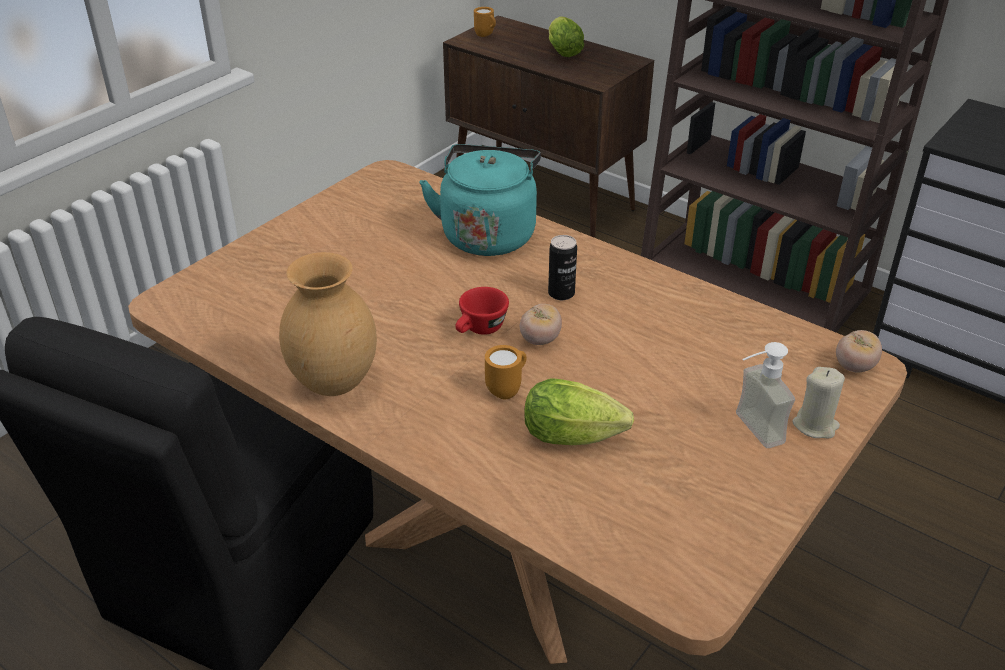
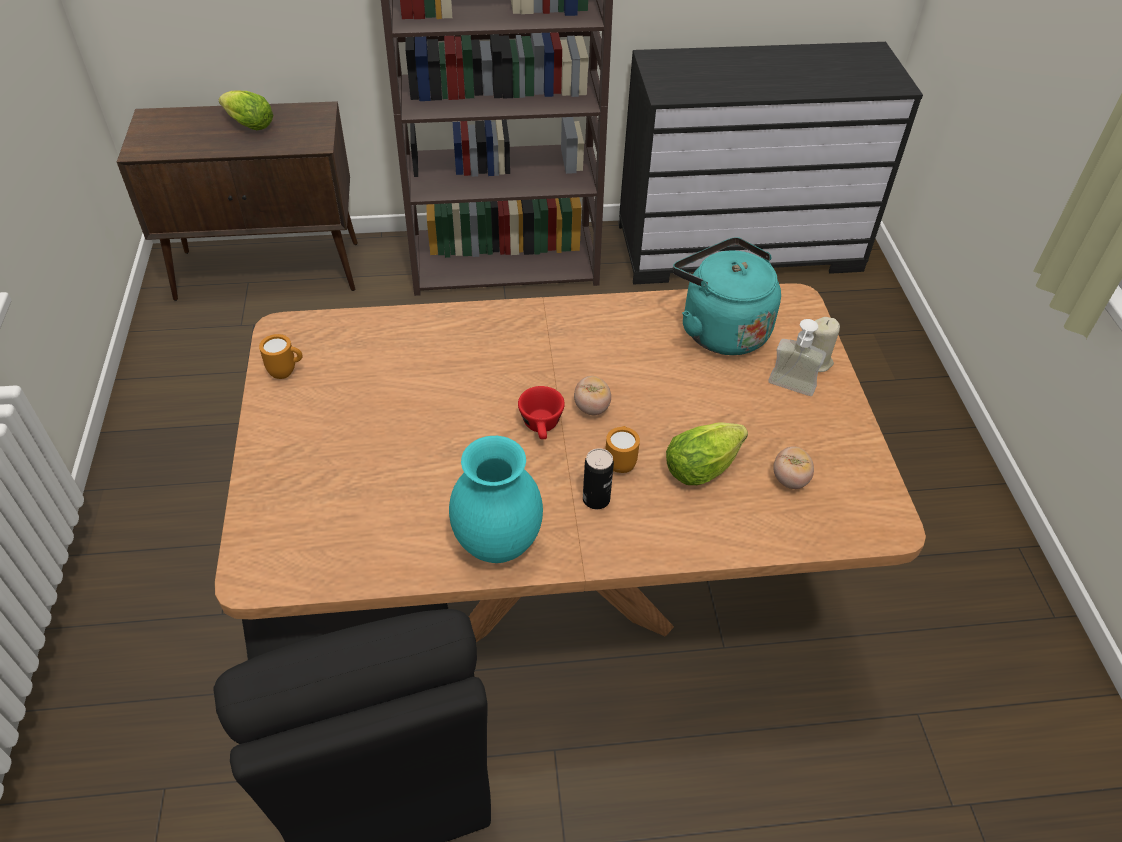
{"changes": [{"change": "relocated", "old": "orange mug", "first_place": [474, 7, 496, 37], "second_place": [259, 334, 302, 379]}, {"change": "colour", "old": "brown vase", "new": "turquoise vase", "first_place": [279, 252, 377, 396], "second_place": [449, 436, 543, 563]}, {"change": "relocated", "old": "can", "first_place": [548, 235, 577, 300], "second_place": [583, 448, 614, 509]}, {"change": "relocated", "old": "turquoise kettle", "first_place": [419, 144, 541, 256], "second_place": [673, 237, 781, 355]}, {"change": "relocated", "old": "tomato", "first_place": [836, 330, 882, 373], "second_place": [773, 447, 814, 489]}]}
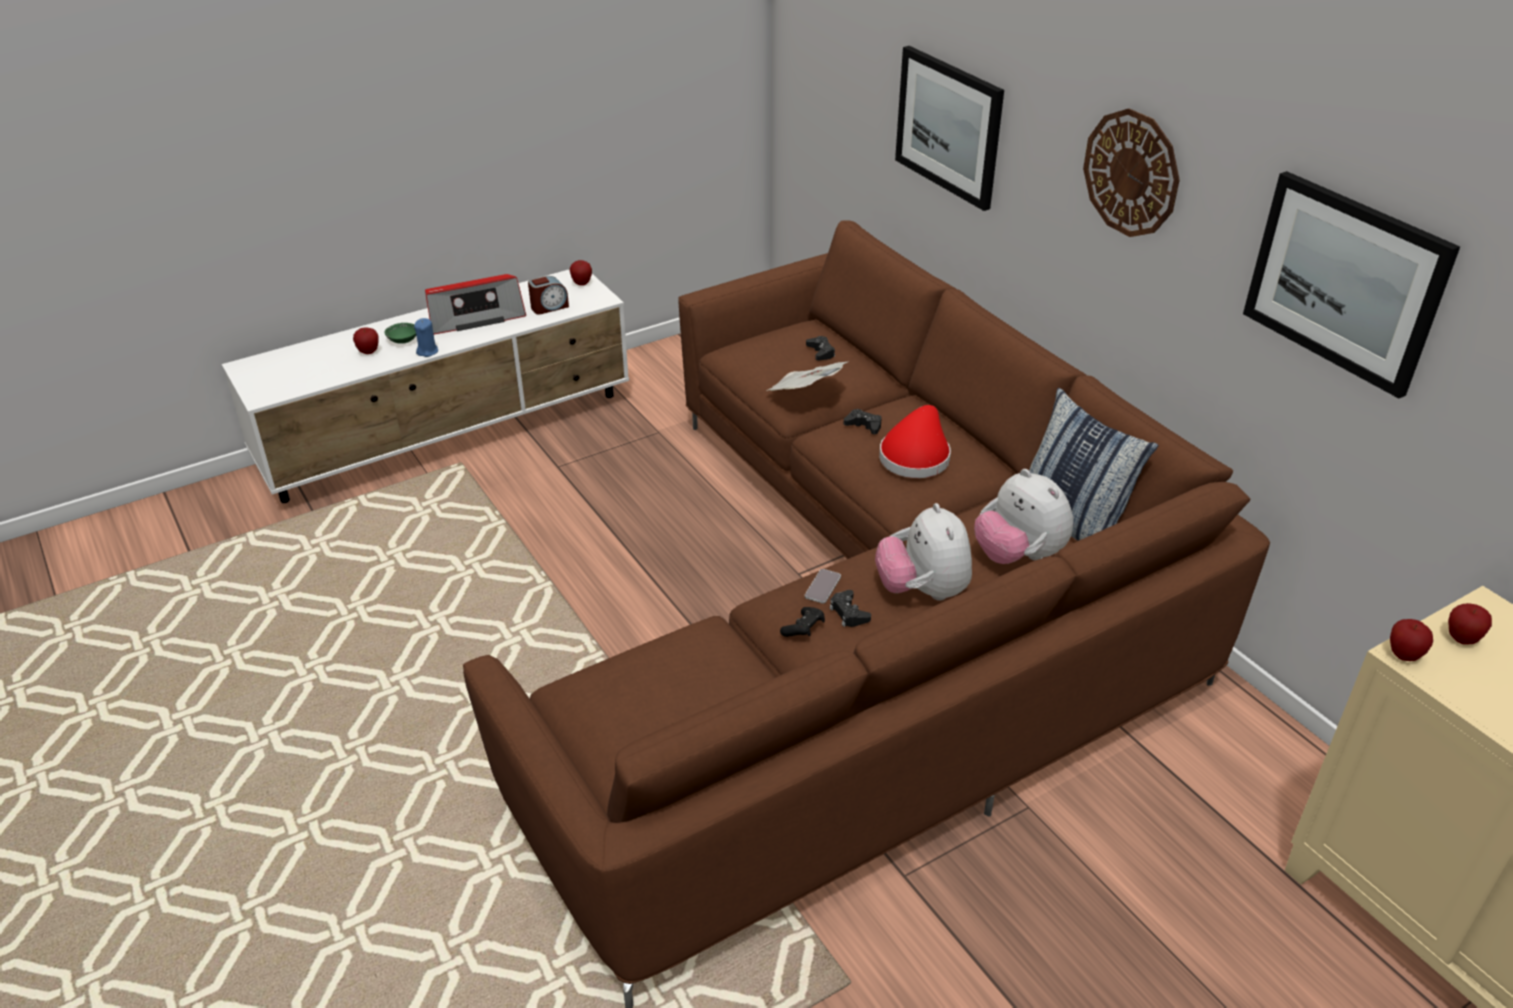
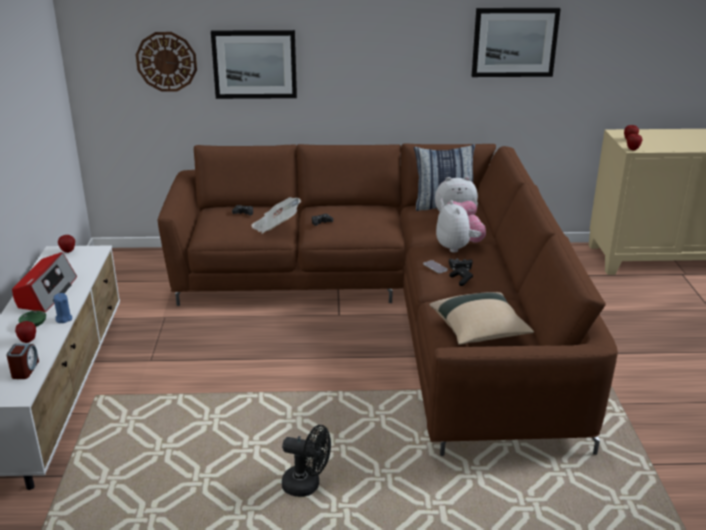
{"changes": [{"change": "relocated", "old": "alarm clock", "first_place": [528, 276, 569, 315], "second_place": [6, 344, 39, 379]}, {"change": "relocated", "old": "wall clock", "first_place": [1083, 108, 1180, 237], "second_place": [136, 32, 197, 92]}, {"change": "appeared", "new": "black fan", "second_place": [282, 425, 331, 497]}, {"change": "appeared", "new": "beige pillow", "second_place": [429, 292, 534, 345]}, {"change": "spun", "old": "plush toy", "first_place": [875, 503, 972, 601], "second_place": [436, 200, 486, 252], "degrees": -120}, {"change": "missing", "old": "red hat", "first_place": [879, 405, 951, 478]}]}
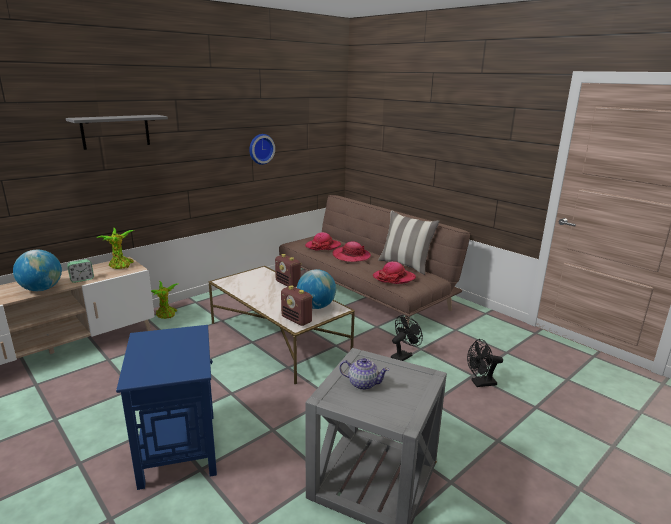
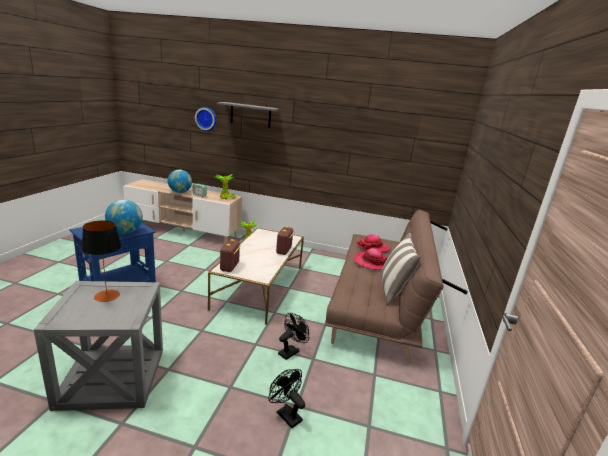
{"changes": [{"change": "exchanged", "old": "teapot", "new": "table lamp", "first_place": [339, 358, 389, 390], "second_place": [81, 221, 121, 302]}, {"change": "relocated", "old": "globe", "first_place": [297, 269, 336, 309], "second_place": [105, 200, 143, 234]}, {"change": "relocated", "old": "wall clock", "first_place": [249, 134, 275, 165], "second_place": [195, 107, 216, 131]}, {"change": "spun", "old": "black fan", "first_place": [391, 315, 423, 361], "second_place": [278, 313, 309, 360], "degrees": -60}, {"change": "missing", "old": "hat", "first_place": [373, 261, 416, 284]}]}
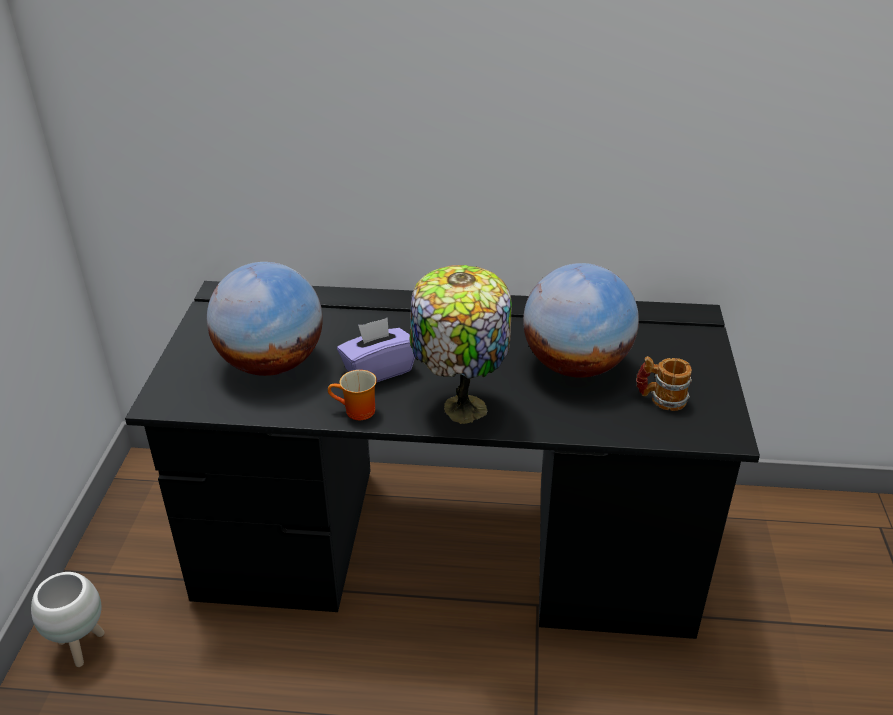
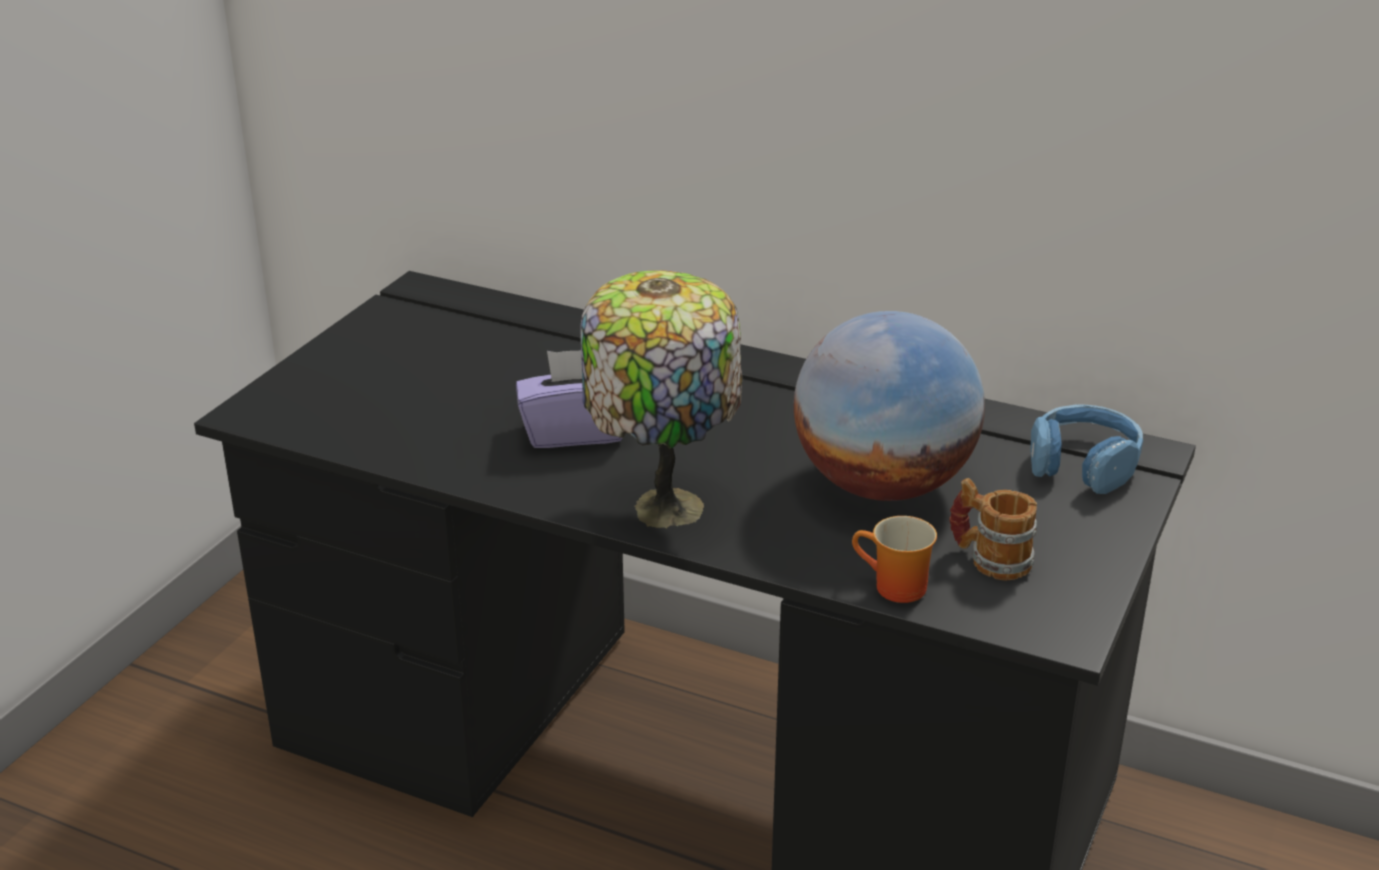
{"changes": [{"change": "relocated", "old": "mug", "first_place": [328, 370, 377, 420], "second_place": [852, 516, 937, 603]}, {"change": "appeared", "new": "blue headphones", "second_place": [1030, 405, 1143, 494]}, {"change": "missing", "old": "white planter", "first_place": [31, 572, 104, 667]}, {"change": "missing", "old": "globe", "first_place": [207, 262, 323, 376]}]}
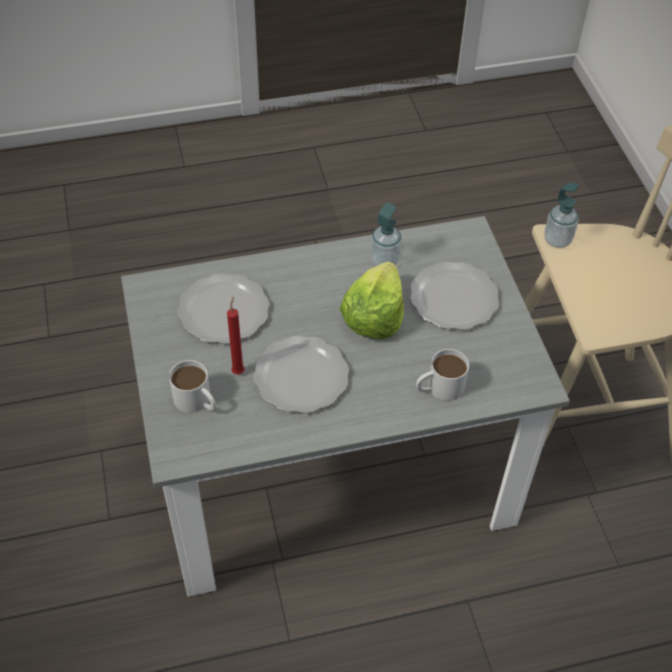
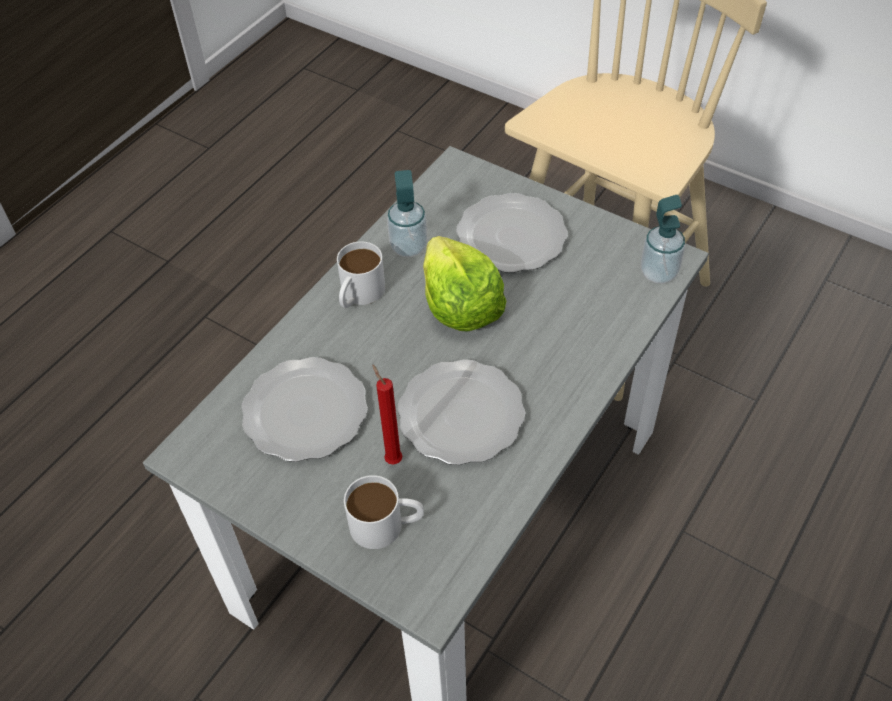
{"changes": [{"change": "relocated", "old": "white mug", "first_place": [416, 349, 469, 401], "second_place": [337, 241, 385, 308]}, {"change": "relocated", "old": "soap dispenser", "first_place": [544, 182, 579, 248], "second_place": [641, 195, 685, 284]}]}
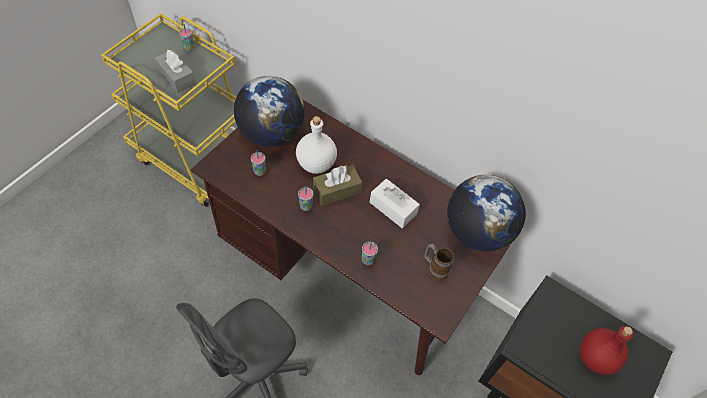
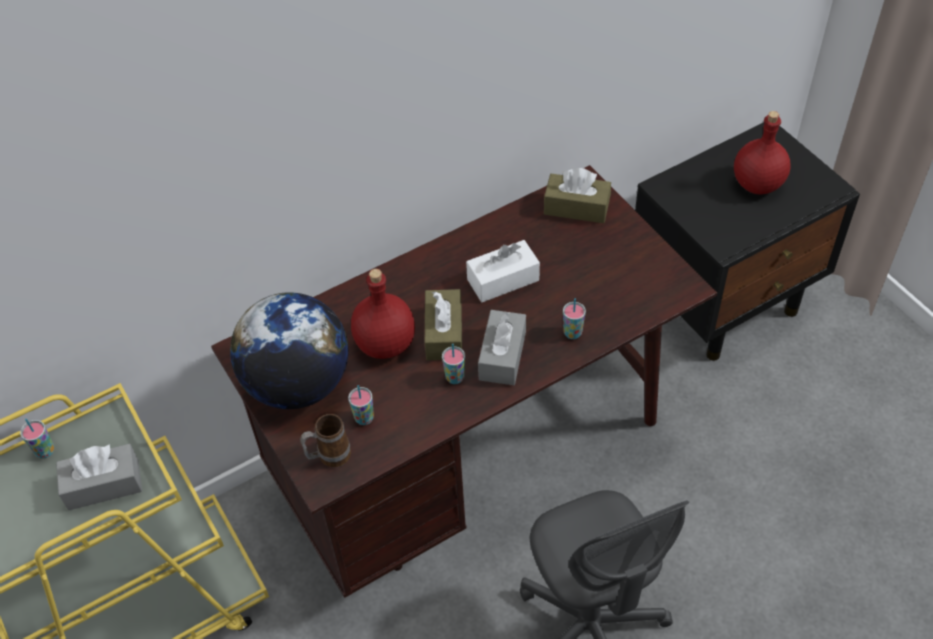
{"changes": [{"change": "relocated", "old": "mug", "first_place": [424, 244, 454, 280], "second_place": [300, 414, 351, 467]}, {"change": "colour", "old": "white bottle", "new": "red bottle", "first_place": [296, 116, 337, 174], "second_place": [351, 269, 415, 359]}, {"change": "appeared", "new": "grey tissue box", "second_place": [478, 310, 526, 385]}, {"change": "exchanged", "old": "globe", "new": "brown tissue box", "first_place": [447, 175, 526, 251], "second_place": [544, 168, 611, 223]}]}
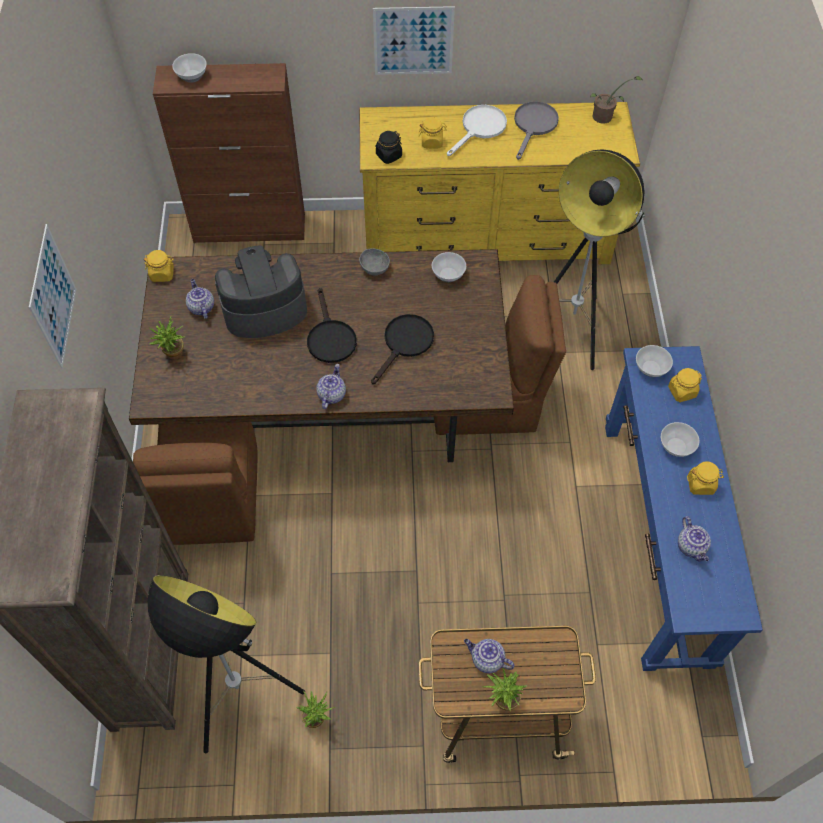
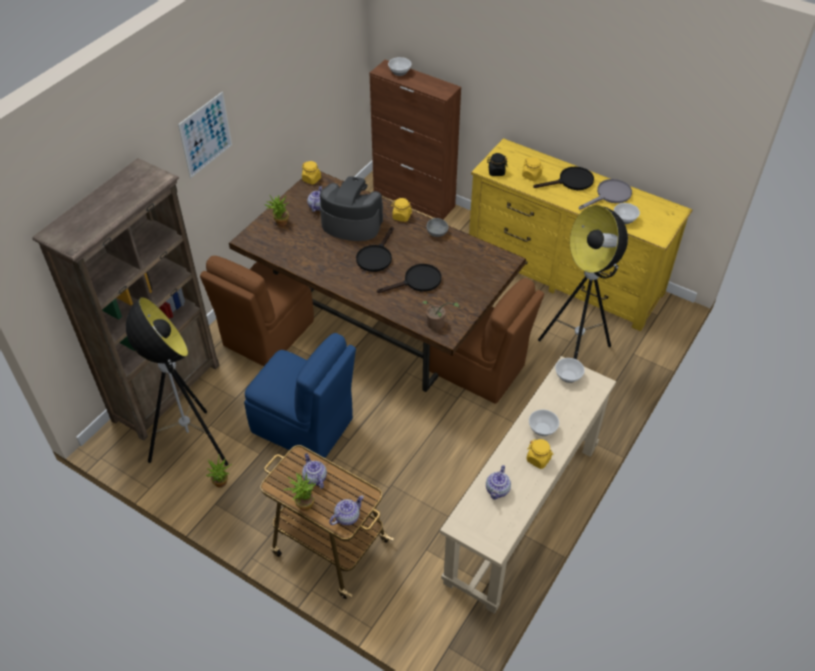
{"changes": [{"change": "appeared", "new": "blue chair", "second_place": [244, 333, 356, 458]}, {"change": "relocated", "old": "teapot", "first_place": [316, 364, 346, 409], "second_place": [329, 495, 364, 525]}, {"change": "relocated", "old": "yellow jar", "first_place": [668, 368, 702, 402], "second_place": [391, 198, 412, 222]}, {"change": "relocated", "old": "potted plant", "first_place": [590, 76, 643, 124], "second_place": [422, 301, 460, 330]}, {"change": "colour", "old": "blue console table", "new": "beige console table", "first_place": [605, 346, 763, 671], "second_place": [440, 356, 616, 614]}, {"change": "colour", "old": "white frying pan", "new": "black frying pan", "first_place": [447, 105, 507, 156], "second_place": [533, 166, 594, 190]}, {"change": "relocated", "old": "bowl", "first_place": [432, 252, 466, 282], "second_place": [614, 203, 640, 224]}, {"change": "missing", "old": "picture", "first_place": [373, 6, 455, 75]}]}
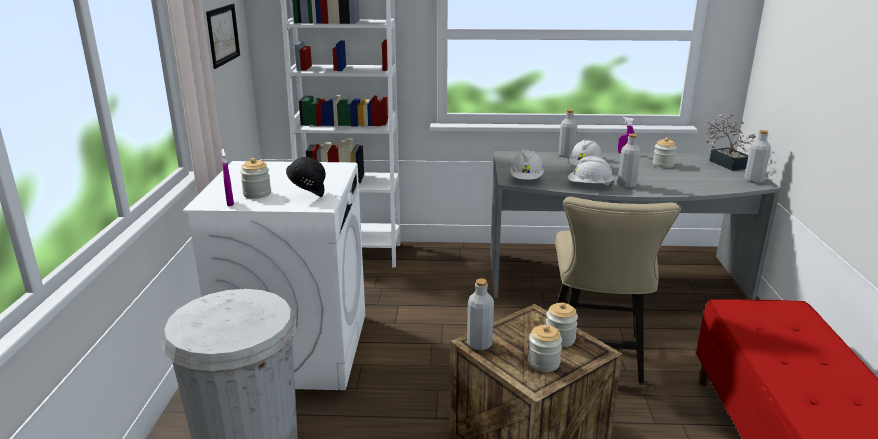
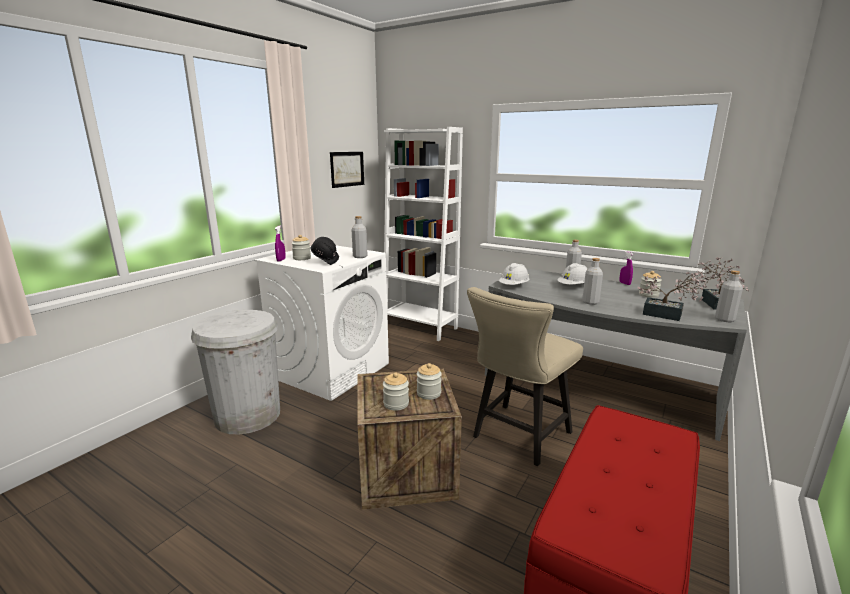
{"changes": [{"change": "relocated", "old": "grey bottle", "first_place": [467, 279, 494, 350], "second_place": [352, 216, 367, 258]}, {"change": "appeared", "new": "potted plant", "second_place": [638, 272, 703, 321]}, {"change": "missing", "old": "white hard hat", "first_place": [568, 156, 614, 187]}]}
